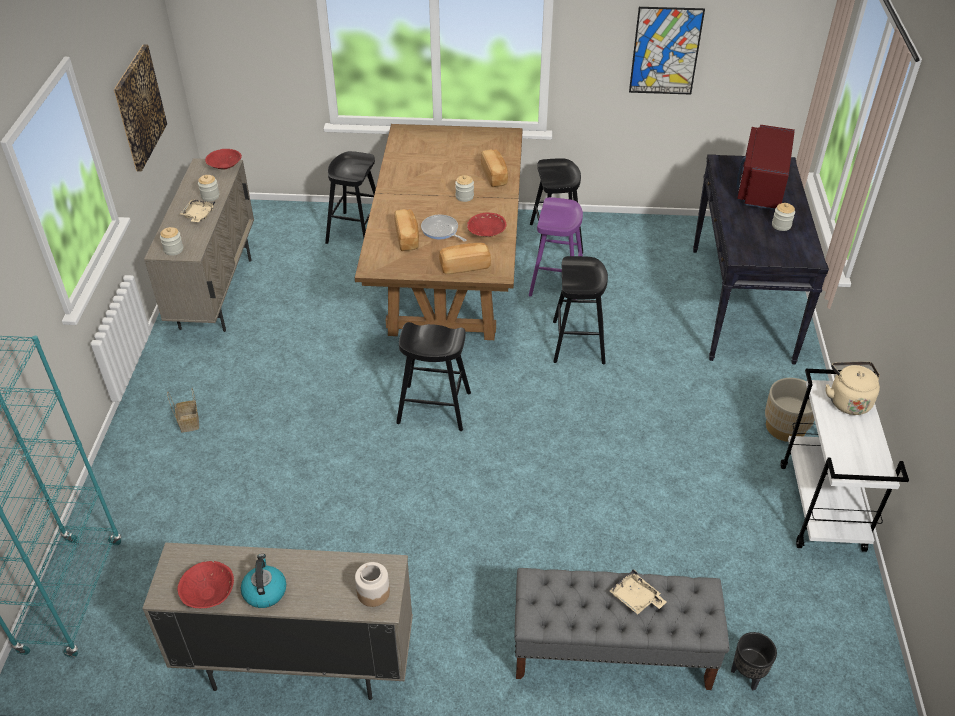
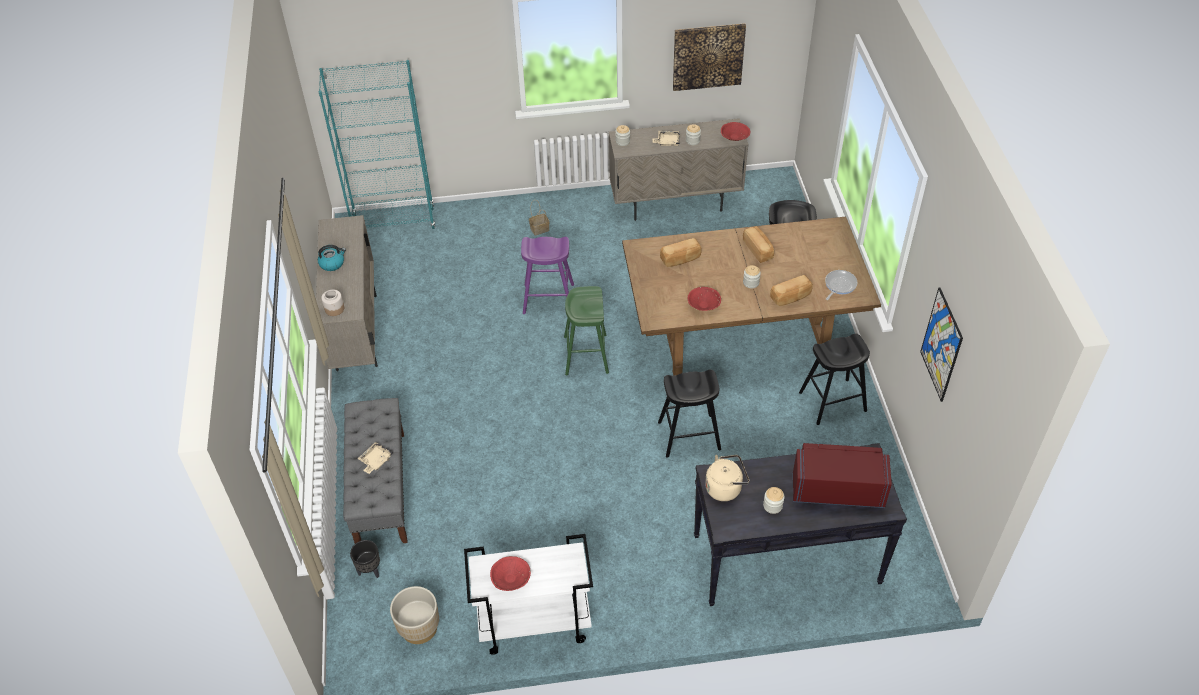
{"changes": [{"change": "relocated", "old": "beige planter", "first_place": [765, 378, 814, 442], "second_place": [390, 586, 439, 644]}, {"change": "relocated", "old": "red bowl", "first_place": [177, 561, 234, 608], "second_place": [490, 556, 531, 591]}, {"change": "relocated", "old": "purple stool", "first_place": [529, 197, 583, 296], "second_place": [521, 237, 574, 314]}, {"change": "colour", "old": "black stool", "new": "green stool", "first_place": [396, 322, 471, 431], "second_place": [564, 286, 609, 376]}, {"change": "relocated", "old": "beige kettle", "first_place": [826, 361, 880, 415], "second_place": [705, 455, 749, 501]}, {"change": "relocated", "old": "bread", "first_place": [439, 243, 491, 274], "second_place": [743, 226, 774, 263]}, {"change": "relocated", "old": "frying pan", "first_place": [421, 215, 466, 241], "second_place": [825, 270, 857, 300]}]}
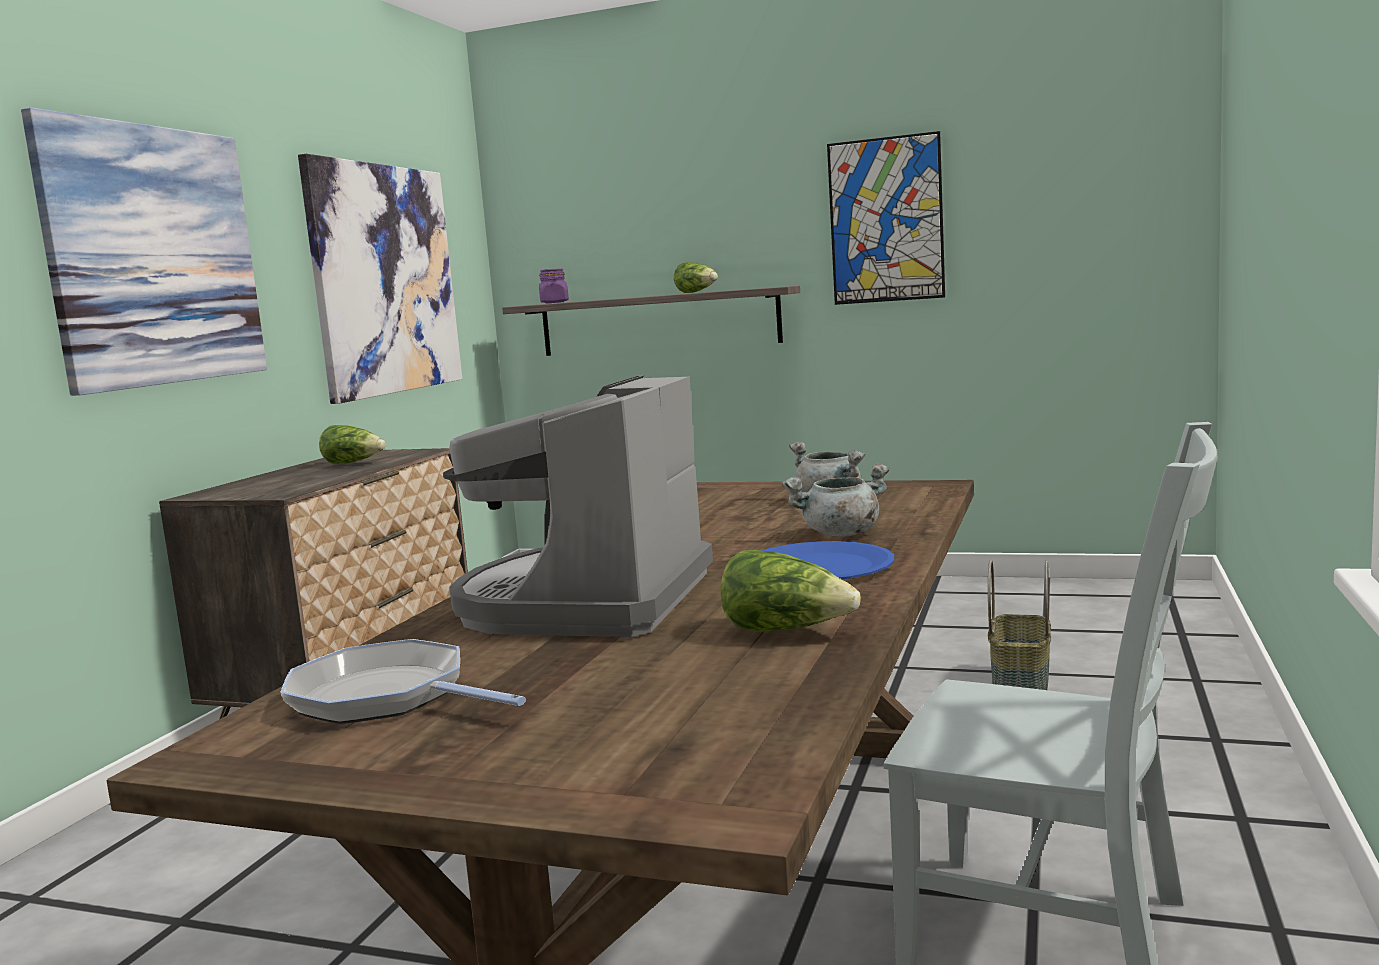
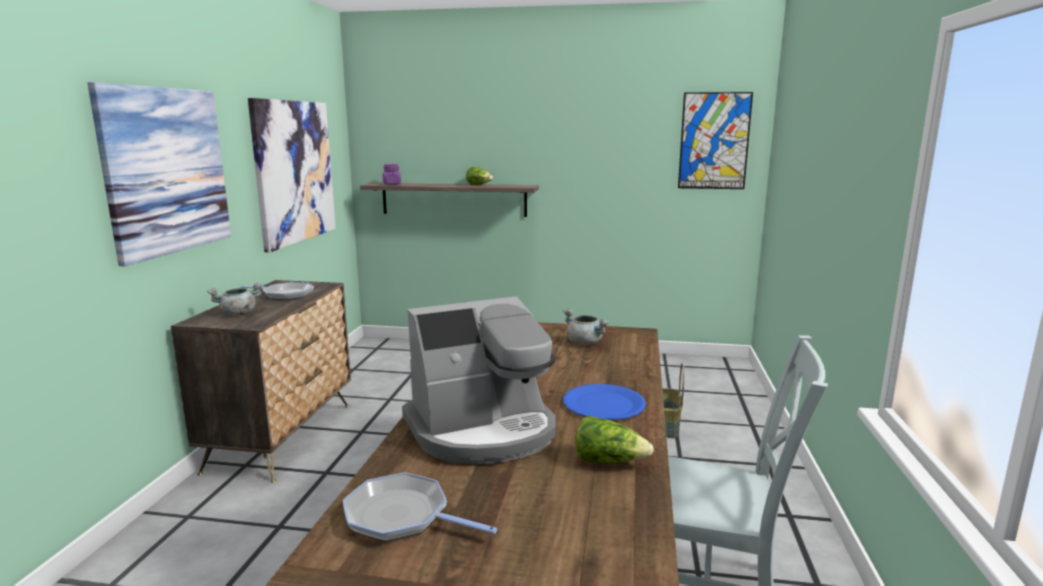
{"changes": [{"change": "relocated", "old": "grey cooking pot", "first_place": [781, 464, 890, 537], "second_place": [207, 283, 262, 316]}, {"change": "exchanged", "old": "lettuce", "new": "frying pan", "first_place": [319, 425, 386, 464], "second_place": [240, 282, 314, 300]}, {"change": "spun", "old": "coffee machine", "first_place": [443, 375, 713, 637], "second_place": [402, 296, 556, 464], "degrees": -120}, {"change": "relocated", "old": "picture", "first_place": [827, 131, 945, 305], "second_place": [678, 92, 753, 189]}]}
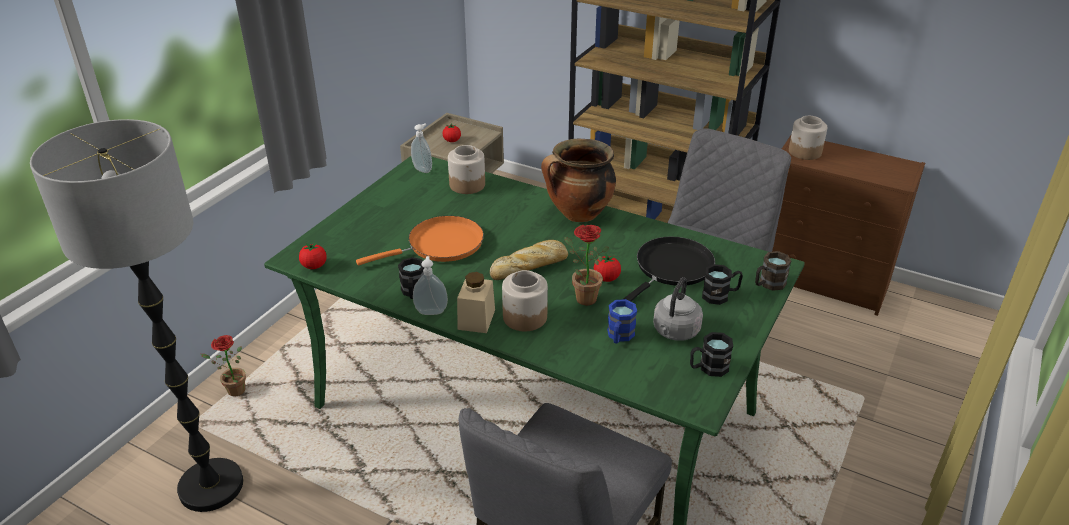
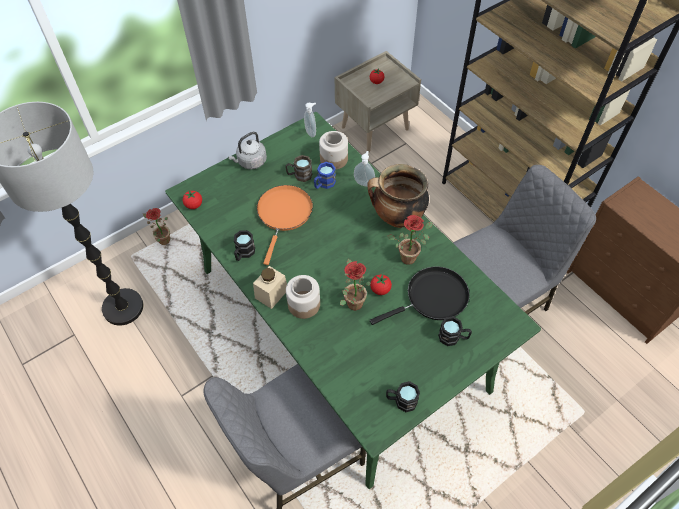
{"changes": [{"change": "relocated", "old": "grey kettle", "first_place": [653, 277, 703, 341], "second_place": [228, 132, 267, 169]}, {"change": "spun", "old": "orange frying pan", "first_place": [356, 216, 484, 265], "second_place": [257, 185, 313, 265], "degrees": -75}, {"change": "relocated", "old": "brown mug", "first_place": [755, 251, 792, 291], "second_place": [286, 155, 313, 182]}, {"change": "relocated", "old": "blue mug", "first_place": [607, 299, 637, 344], "second_place": [314, 162, 336, 189]}, {"change": "relocated", "old": "soap dispenser", "first_place": [413, 256, 448, 315], "second_place": [354, 151, 375, 187]}, {"change": "appeared", "new": "potted plant", "second_place": [388, 215, 432, 265]}, {"change": "missing", "old": "bread", "first_place": [490, 240, 568, 280]}, {"change": "missing", "old": "jar", "first_place": [789, 116, 827, 160]}]}
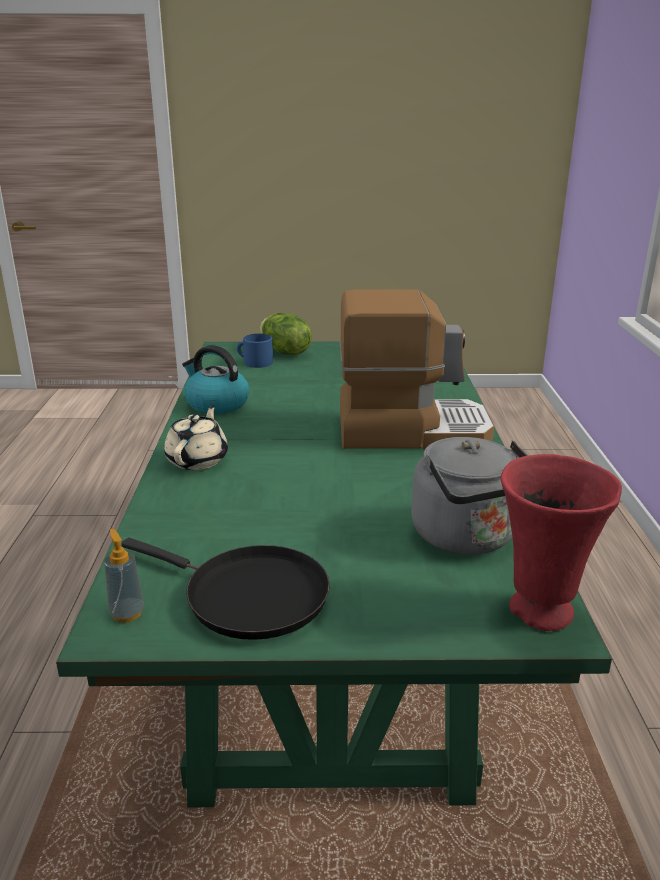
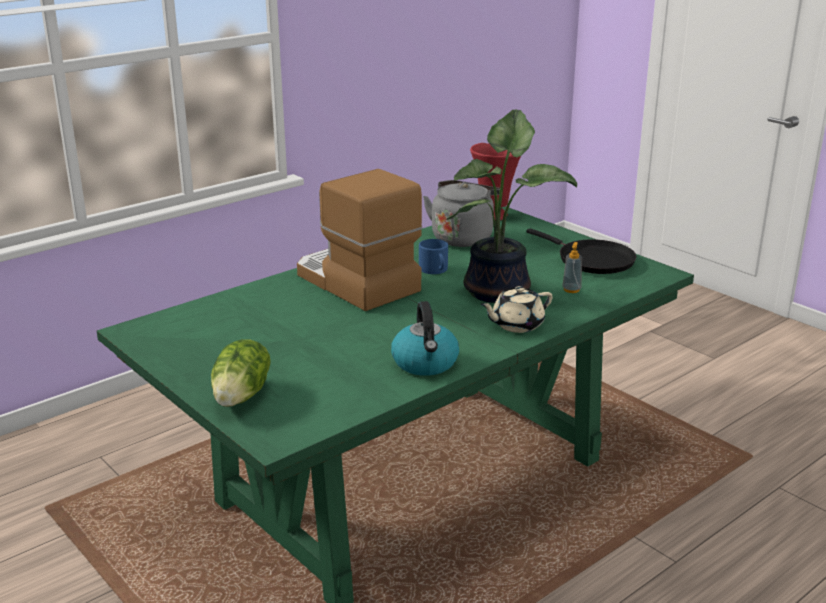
{"changes": [{"change": "relocated", "old": "blue mug", "first_place": [237, 334, 273, 368], "second_place": [419, 239, 448, 274]}, {"change": "appeared", "new": "potted plant", "second_place": [446, 109, 577, 303]}, {"change": "spun", "old": "black frying pan", "first_place": [122, 538, 330, 640], "second_place": [526, 228, 636, 274], "degrees": 150}, {"change": "relocated", "old": "soap dispenser", "first_place": [104, 529, 144, 622], "second_place": [562, 242, 582, 293]}]}
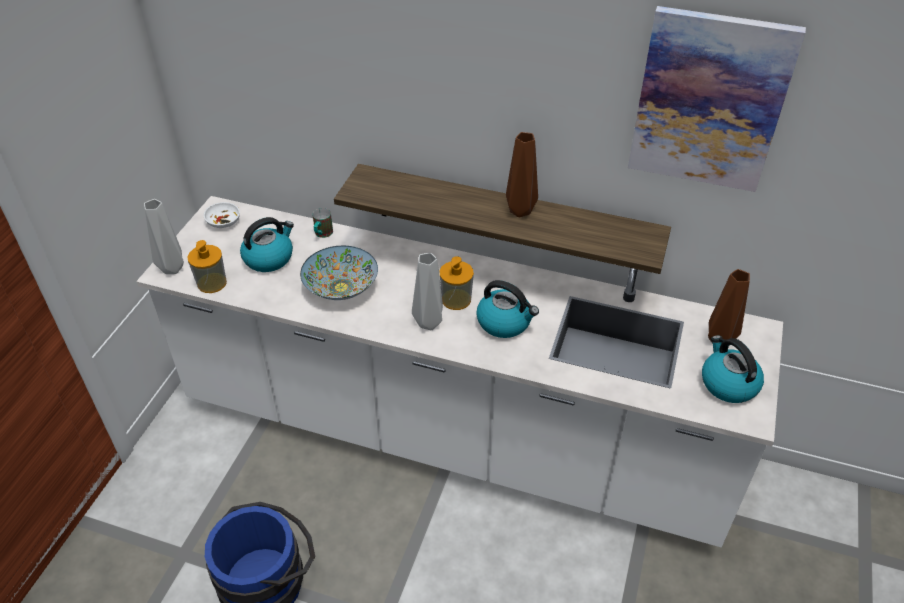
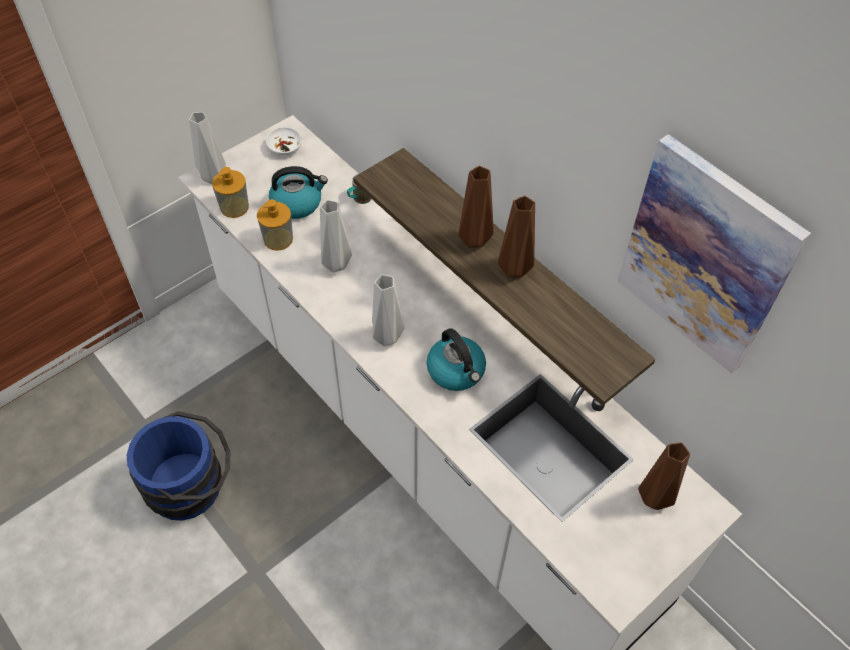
{"changes": [{"change": "relocated", "old": "soap dispenser", "first_place": [439, 256, 474, 310], "second_place": [257, 199, 293, 251]}, {"change": "exchanged", "old": "bowl", "new": "grey vase", "first_place": [300, 246, 378, 300], "second_place": [320, 200, 352, 272]}, {"change": "appeared", "new": "brown vase", "second_place": [458, 166, 494, 248]}, {"change": "missing", "old": "kettle", "first_place": [702, 335, 764, 403]}]}
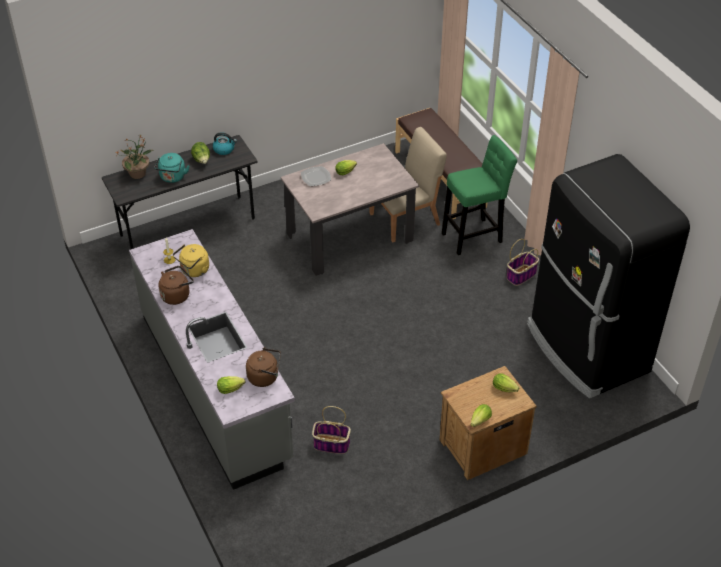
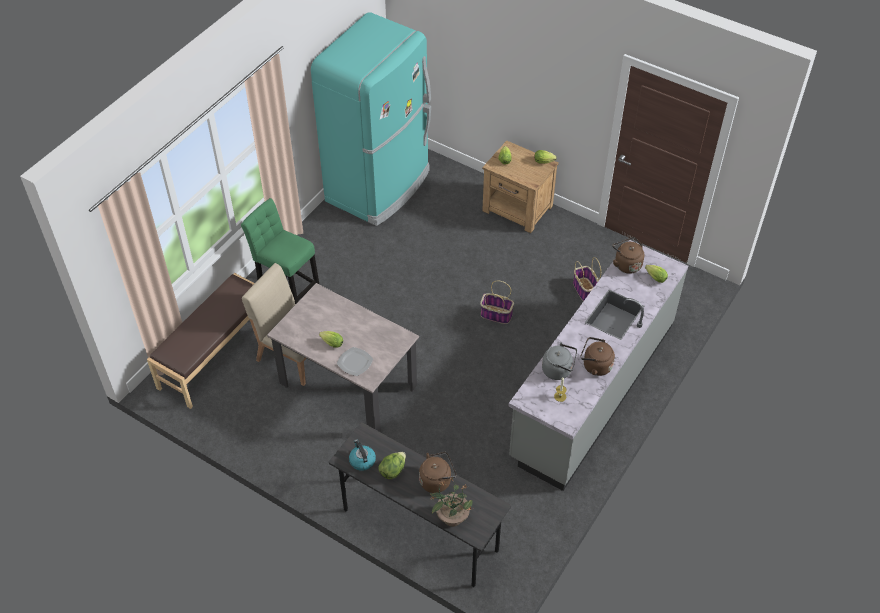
{"changes": [{"change": "colour", "old": "black fridge", "new": "turquoise fridge", "first_place": [527, 154, 690, 398], "second_place": [311, 13, 431, 226]}, {"change": "colour", "old": "turquoise kettle", "new": "brown kettle", "first_place": [154, 153, 190, 183], "second_place": [419, 452, 456, 493]}, {"change": "relocated", "old": "basket", "first_place": [506, 239, 539, 286], "second_place": [480, 281, 514, 324]}, {"change": "colour", "old": "yellow kettle", "new": "grey kettle", "first_place": [173, 244, 209, 277], "second_place": [542, 342, 577, 380]}]}
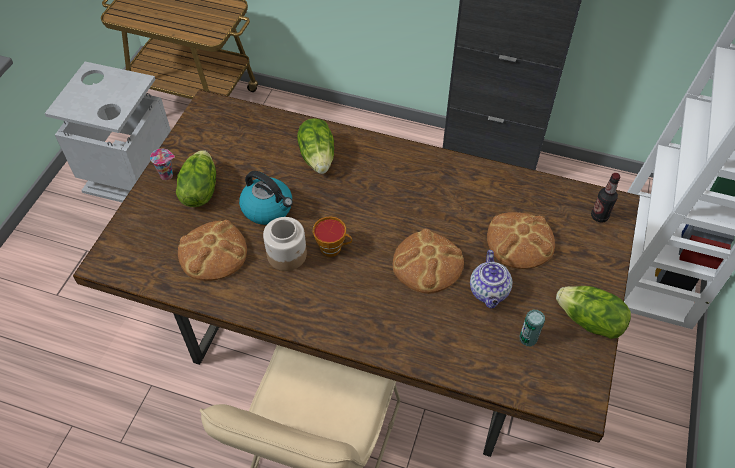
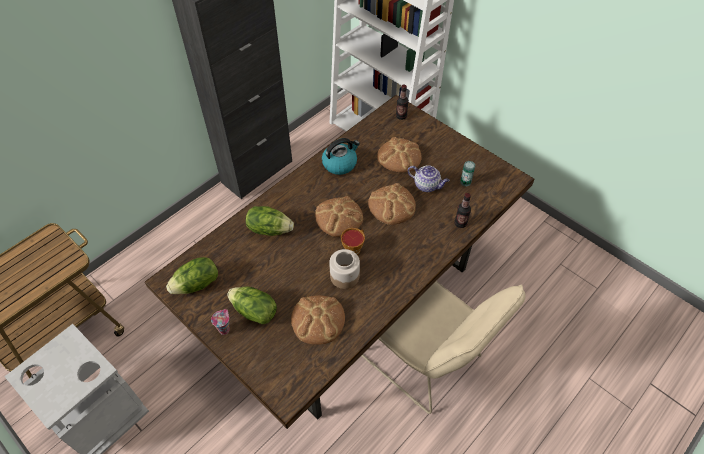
{"changes": [{"change": "relocated", "old": "lettuce", "first_place": [556, 286, 631, 339], "second_place": [166, 257, 218, 294]}, {"change": "appeared", "new": "bread", "second_place": [315, 196, 363, 237]}, {"change": "relocated", "old": "kettle", "first_place": [239, 171, 293, 225], "second_place": [322, 138, 360, 175]}, {"change": "appeared", "new": "bottle", "second_place": [454, 193, 471, 228]}]}
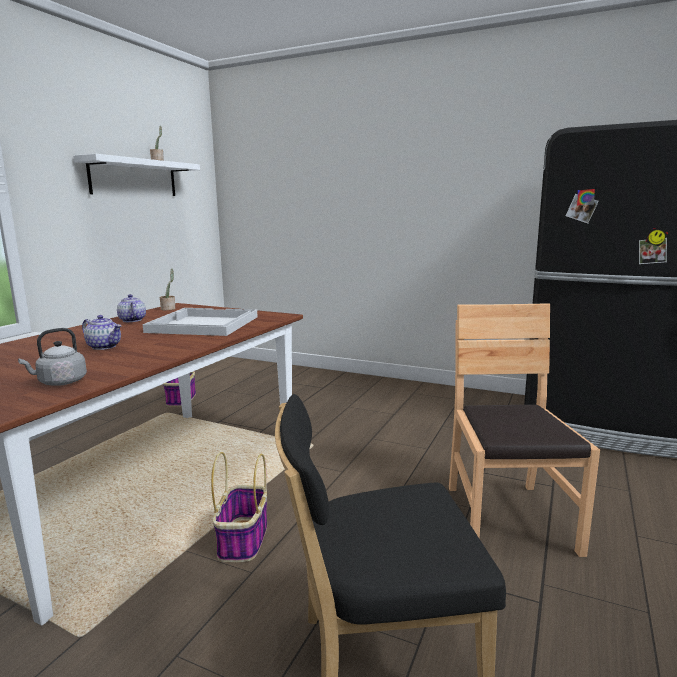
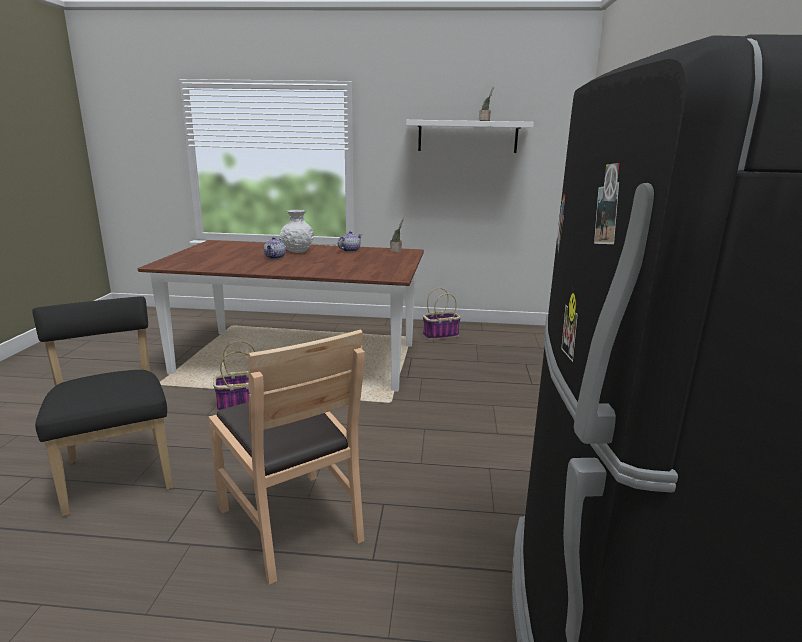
{"changes": [{"change": "spun", "old": "brown chair", "first_place": [449, 303, 600, 557], "second_place": [209, 329, 365, 585], "degrees": 75}, {"change": "appeared", "new": "white vase", "second_place": [280, 210, 314, 253]}, {"change": "missing", "old": "grey kettle", "first_place": [18, 328, 87, 386]}, {"change": "missing", "old": "white tray", "first_place": [143, 308, 258, 336]}]}
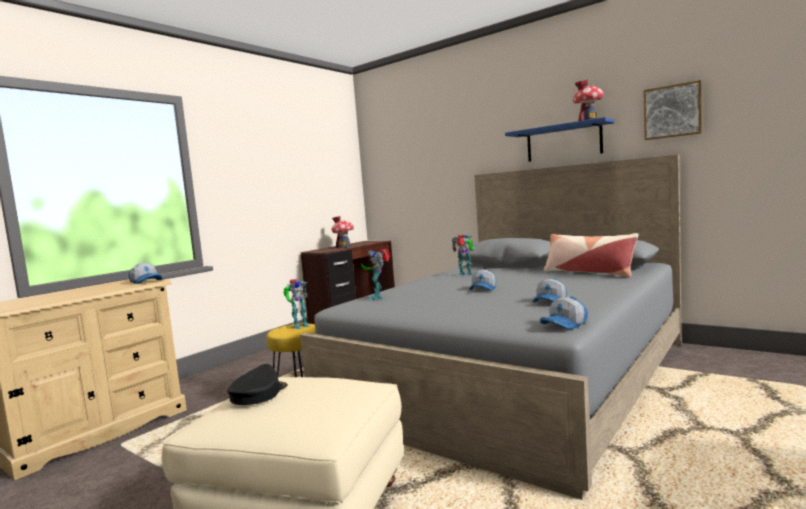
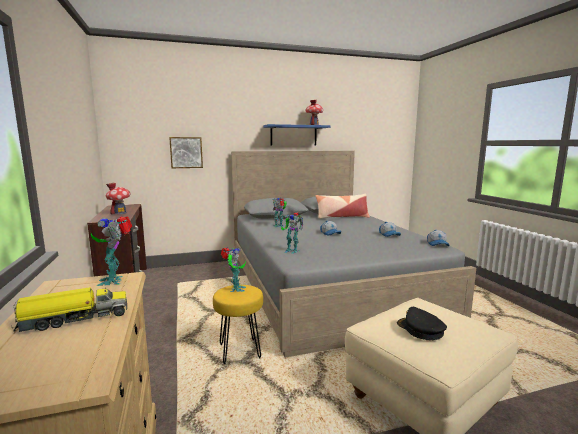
{"changes": [{"change": "appeared", "new": "toy truck", "second_place": [11, 287, 127, 332]}, {"change": "exchanged", "old": "cap", "new": "toy robot", "first_place": [128, 263, 163, 284], "second_place": [91, 216, 132, 286]}, {"change": "relocated", "old": "picture", "first_place": [644, 80, 702, 140], "second_place": [169, 137, 203, 168]}]}
